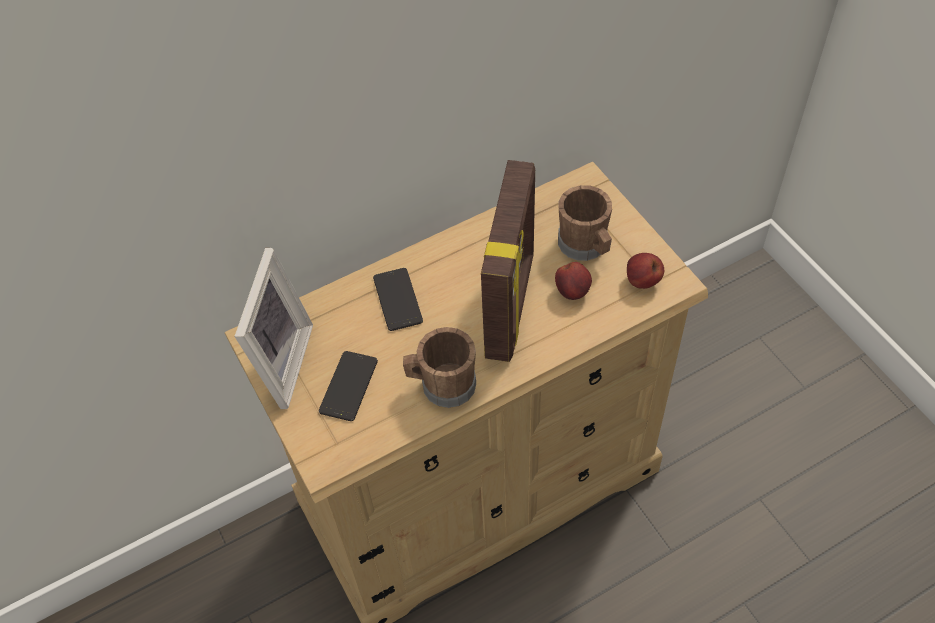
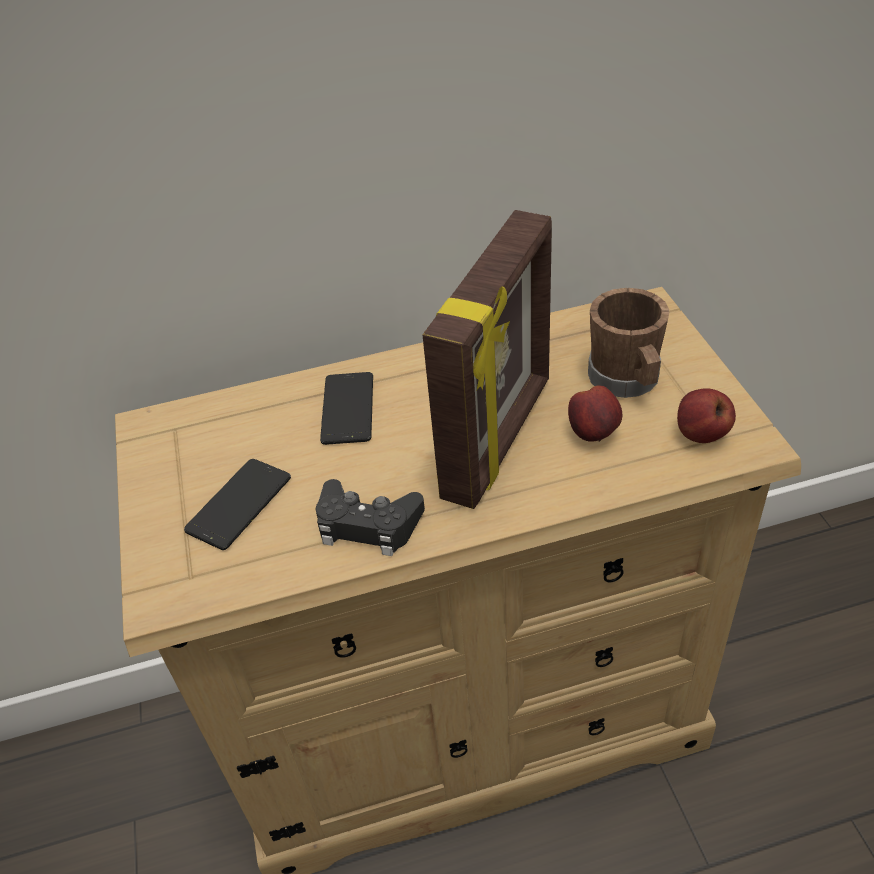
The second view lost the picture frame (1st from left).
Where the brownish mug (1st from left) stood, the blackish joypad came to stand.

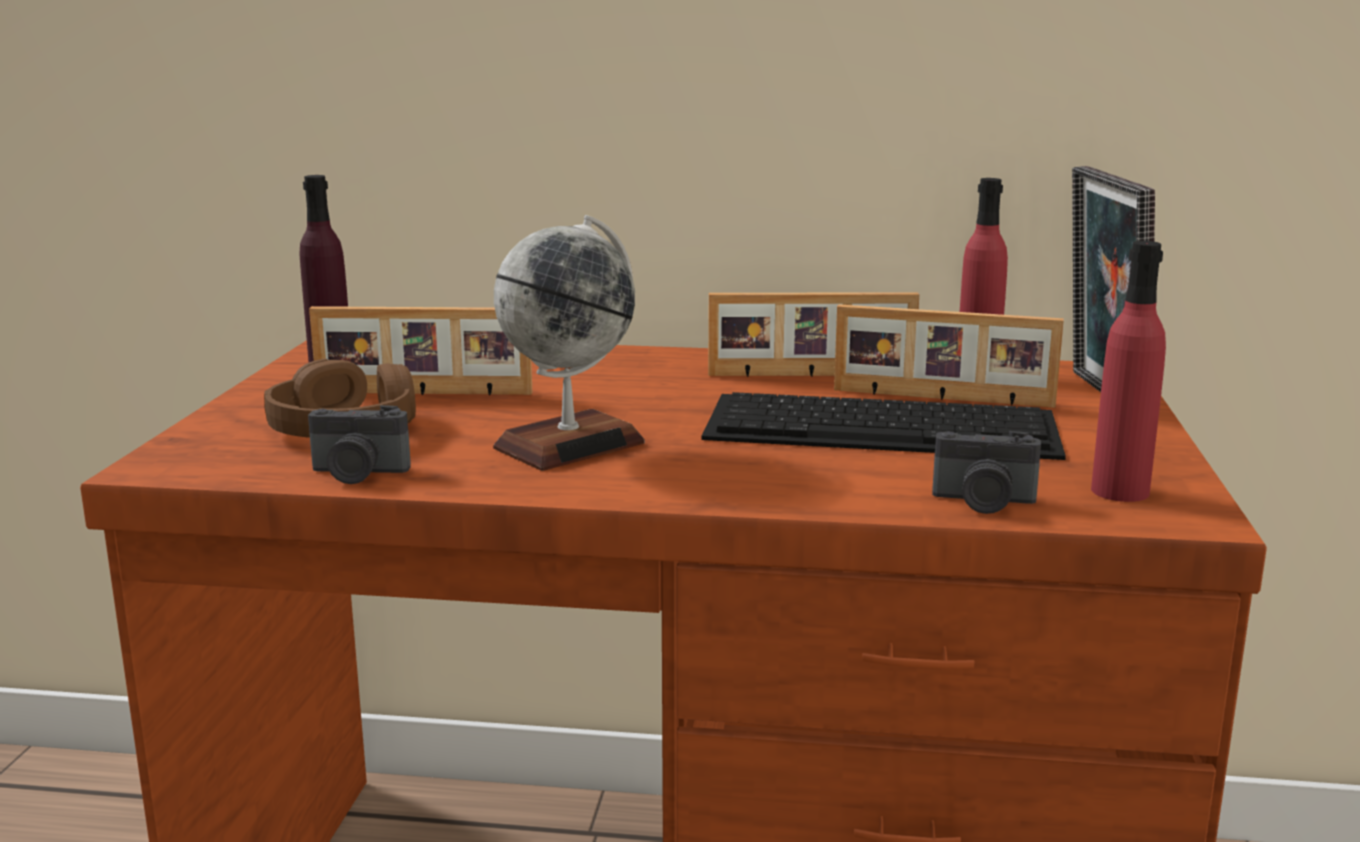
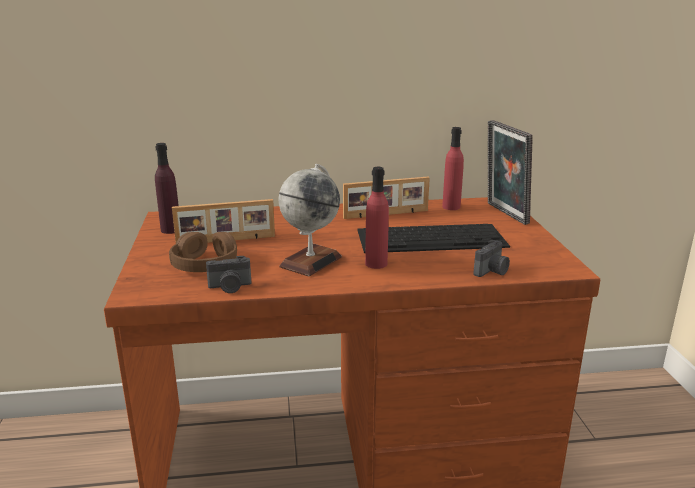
The reddish drink bottle (2nd from left in the first image) ended up elsewhere.
The second view lost the picture frame (3rd from left).
The still camera (2nd from left) ended up facing another way, 45 degrees counterclockwise from before.

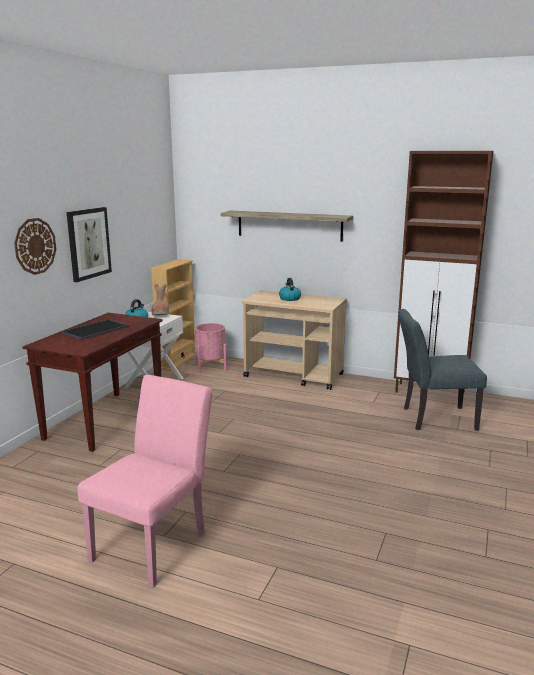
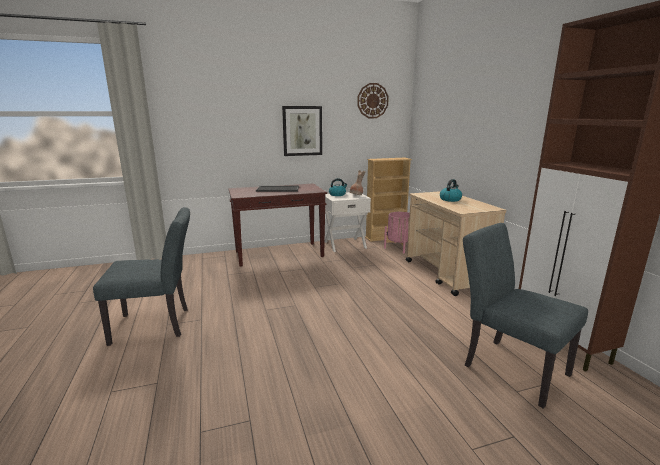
The second view lost the shelf.
The clock on the wall ended up elsewhere.
What was the pinkish chair turned into the grey chair (1st from left).

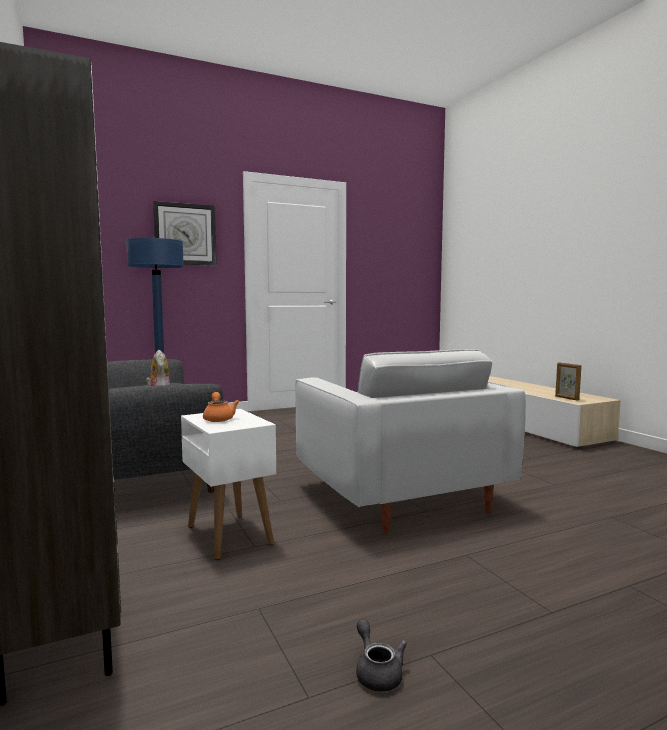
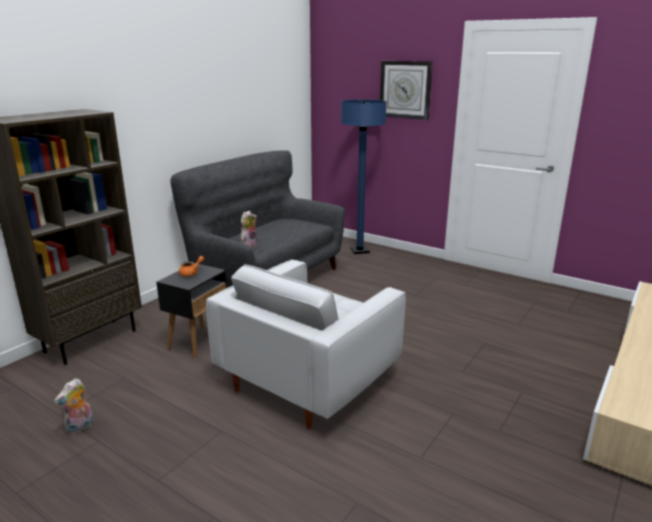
The second view lost the picture frame.
What was the white-coloured accent table turned into the blackish accent table.
Where the grey tea pot stood, the plush toy (1st from left) came to stand.

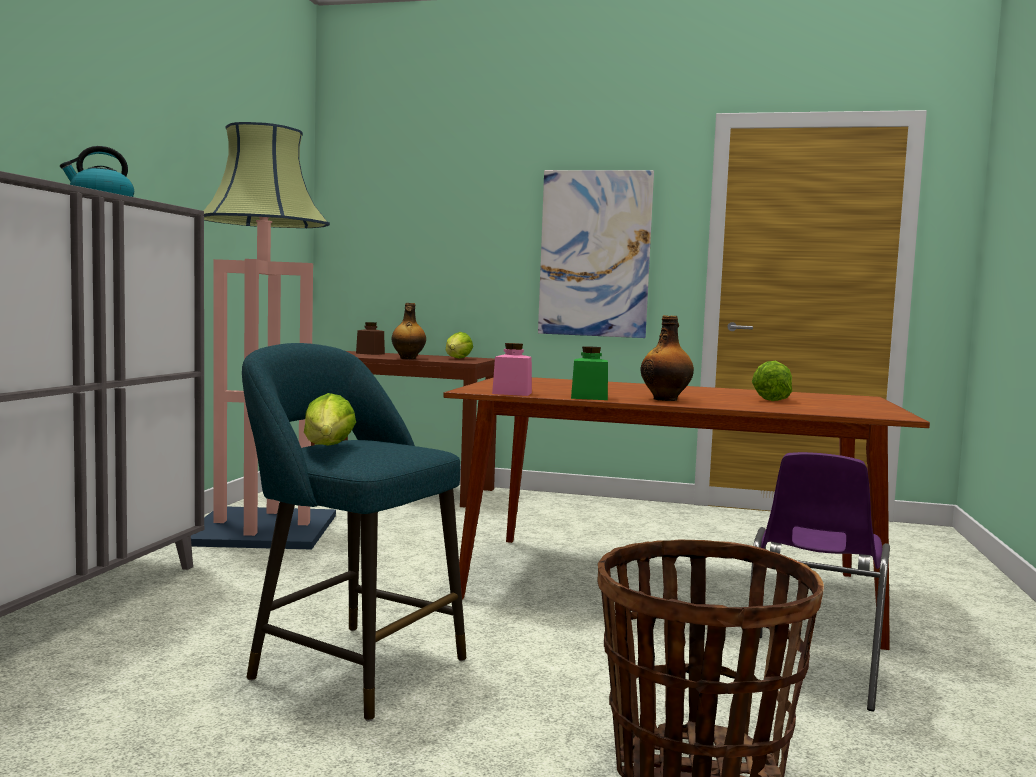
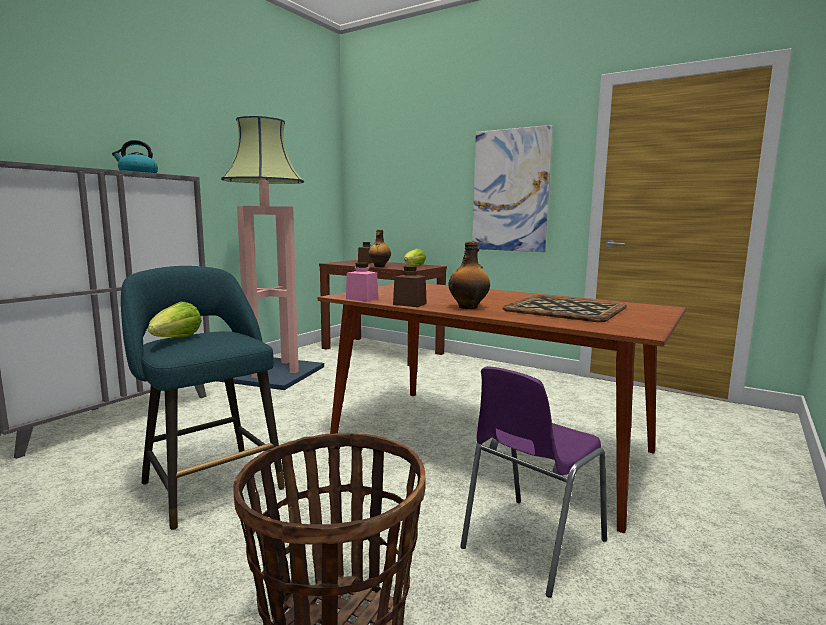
What was the green-coloured preserve jar turned into the brownish preserve jar (2nd from left).
Where the lettuce head (3rd from left) stood, the serving tray came to stand.

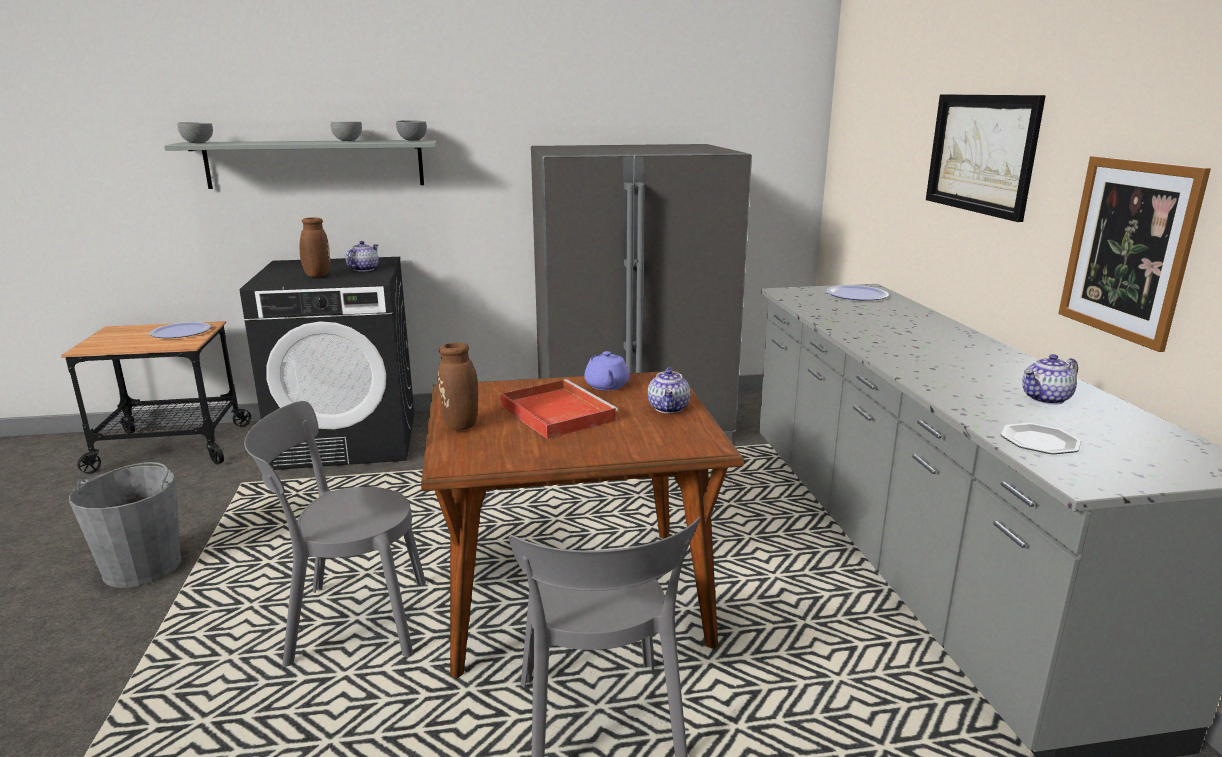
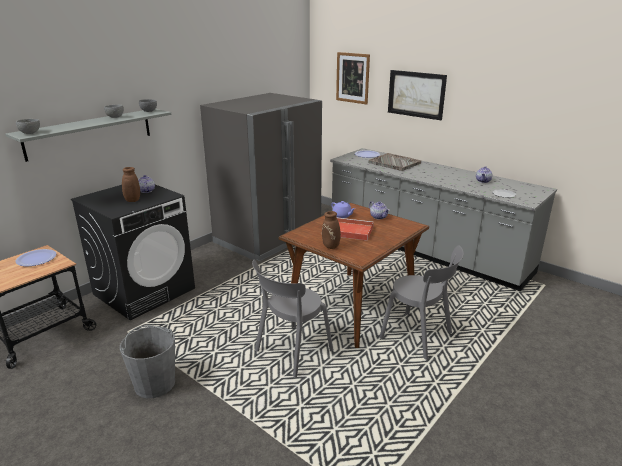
The wall picture (2nd from left in the first image) ended up elsewhere.
The second view gained the grey serving tray.

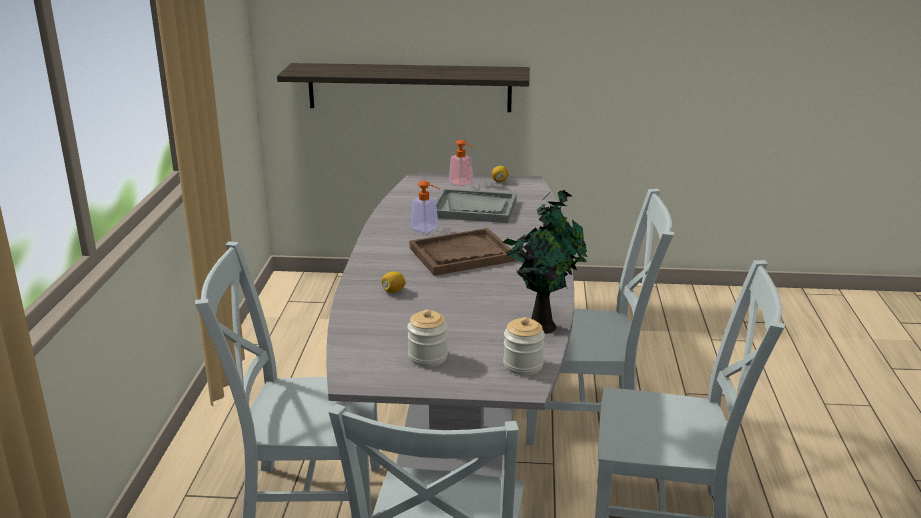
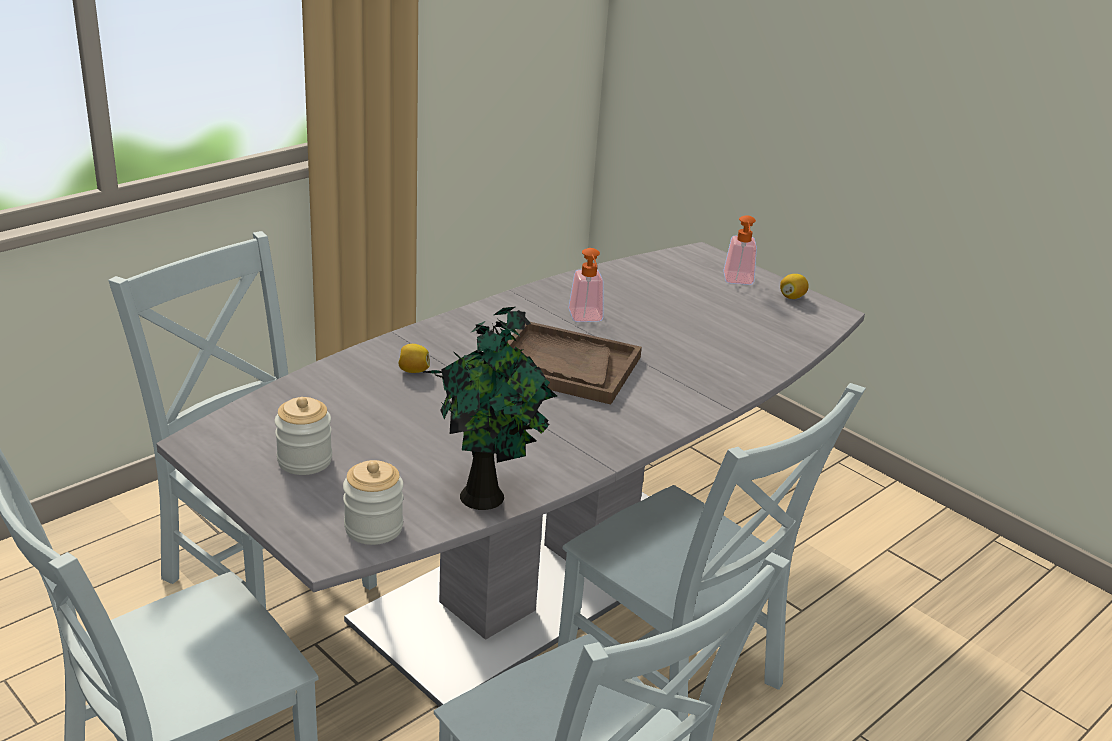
The second view lost the shelf.
The second view lost the grey serving tray.

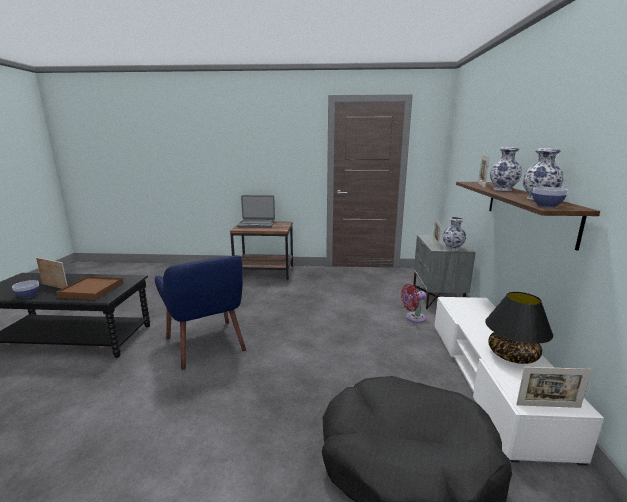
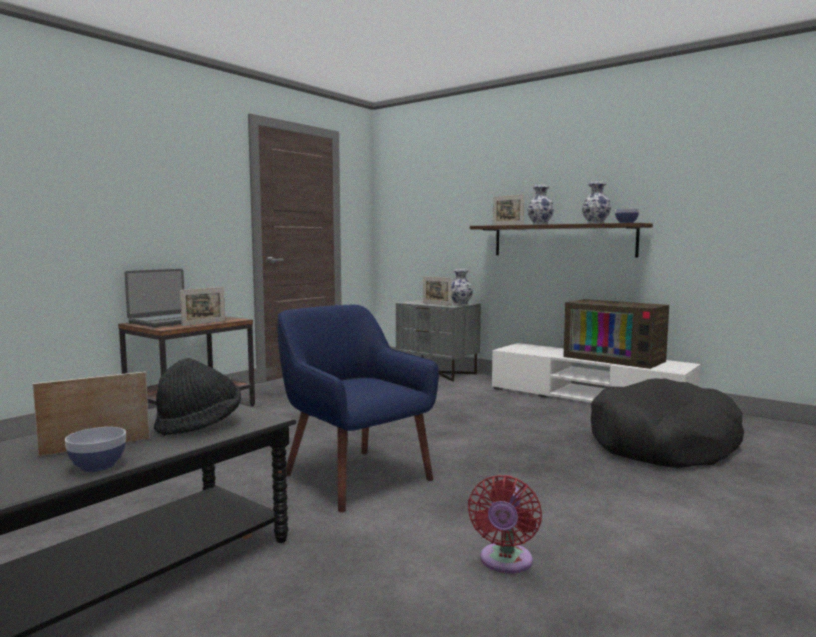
The bluish easy chair ended up facing another way, 135 degrees counterclockwise from before.
Where the brownish serving tray stood, the blackish wearable hat came to stand.
The reddish fan ended up elsewhere.
Where the blackish table lamp stood, the TV came to stand.
The picture frame (4th from left in the first image) ended up elsewhere.

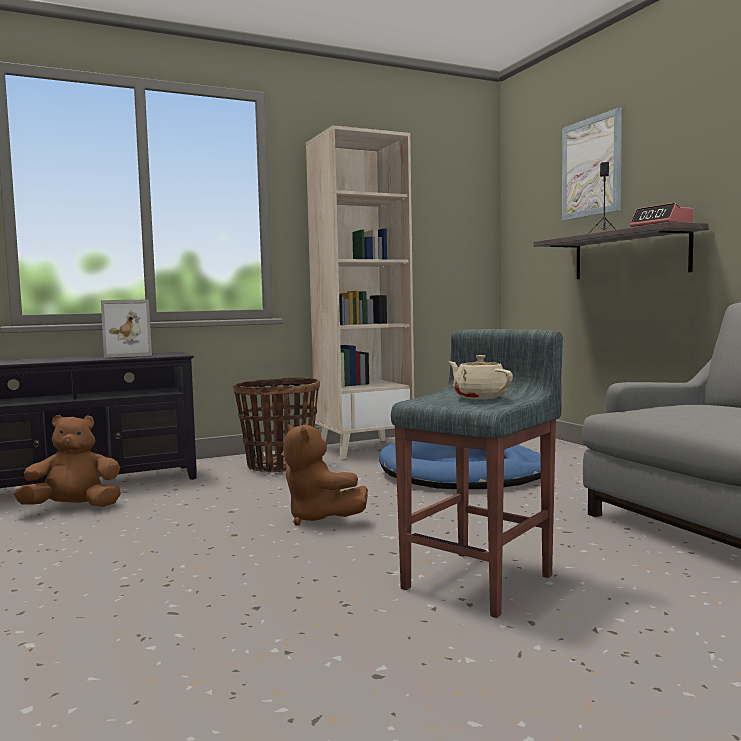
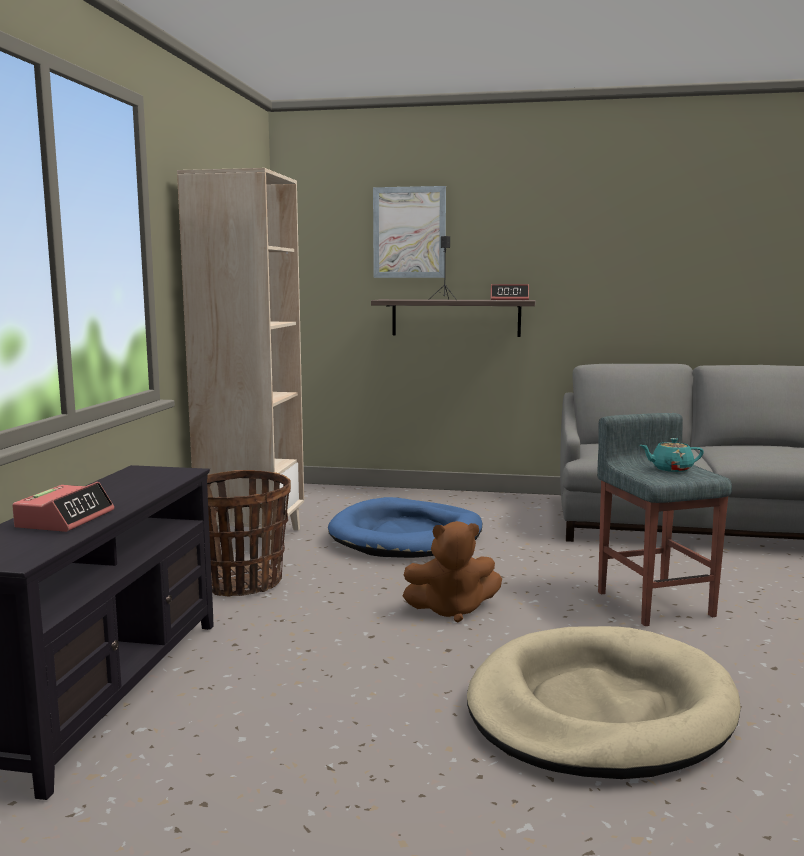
The second view lost the picture frame.
What was the beige tea pot turned into the blue-green tea pot.
The second view lost the brownish plush toy (1st from left).
The second view gained the table clock (1st from left).
The second view gained the beige dog cushion.

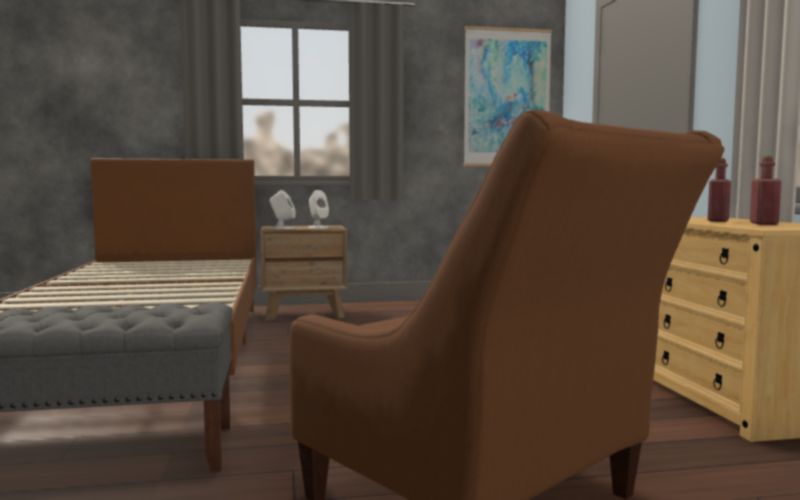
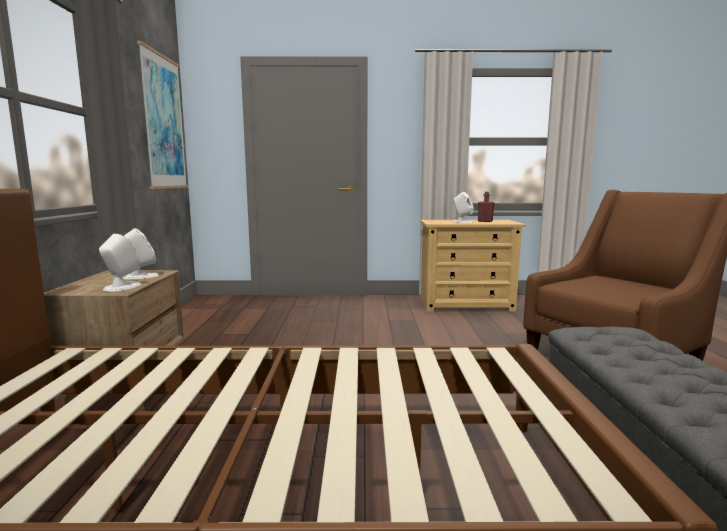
Where the reddish drink bottle (1st from left) stood, the white-coloured audio speaker (3rd from left) came to stand.

